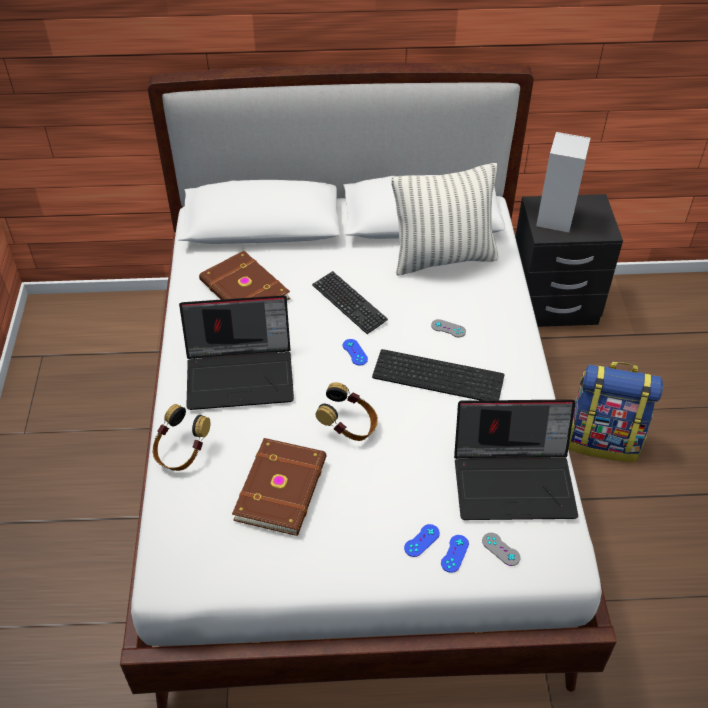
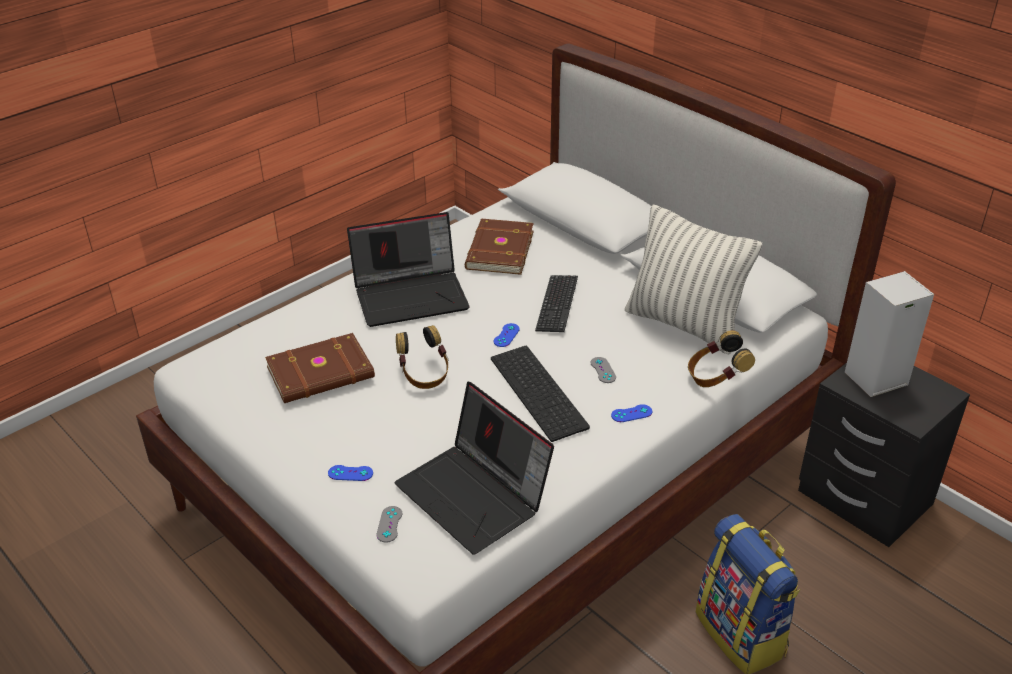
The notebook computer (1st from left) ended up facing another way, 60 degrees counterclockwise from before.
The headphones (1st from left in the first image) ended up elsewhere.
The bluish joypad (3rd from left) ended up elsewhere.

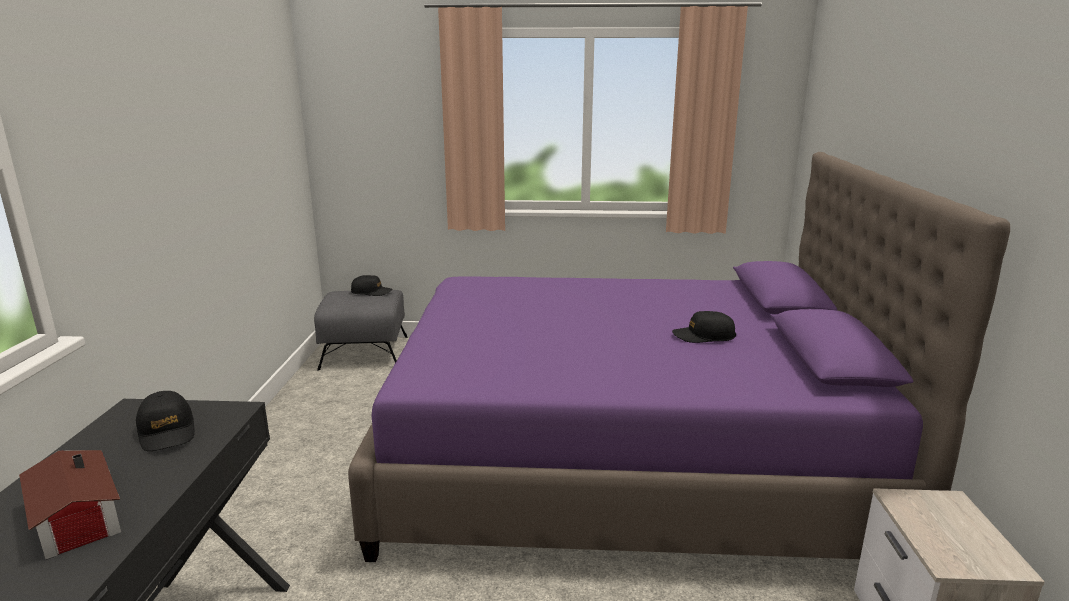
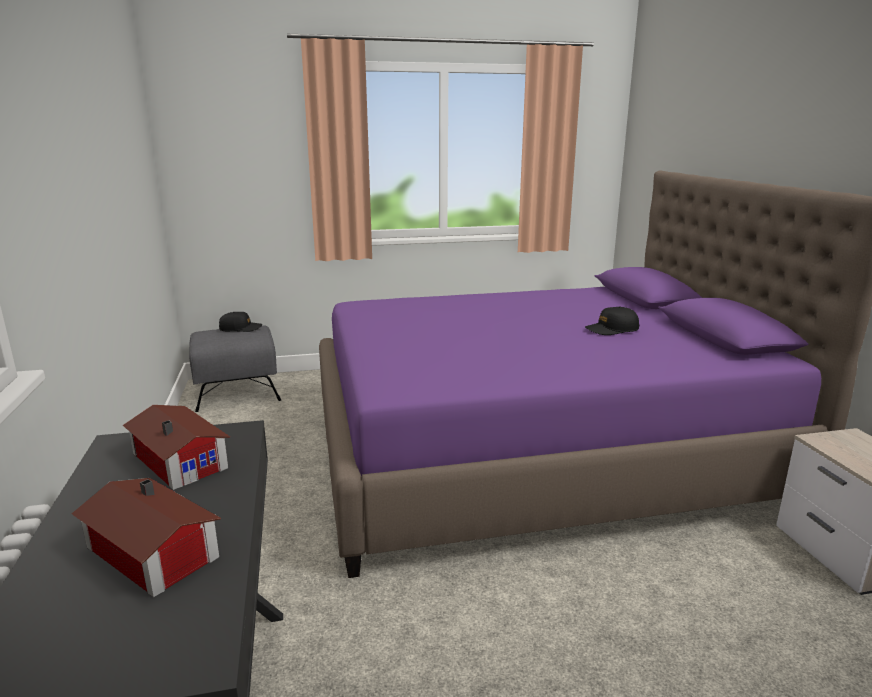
Where the blackish baseball cap (1st from left) stood, the toy house (2nd from left) came to stand.

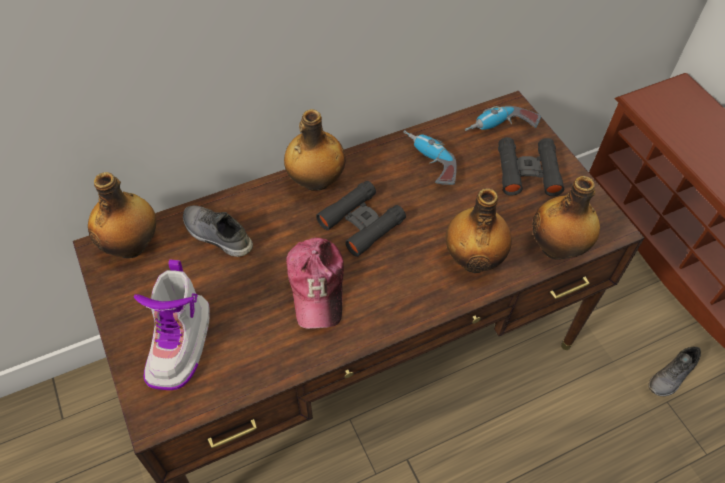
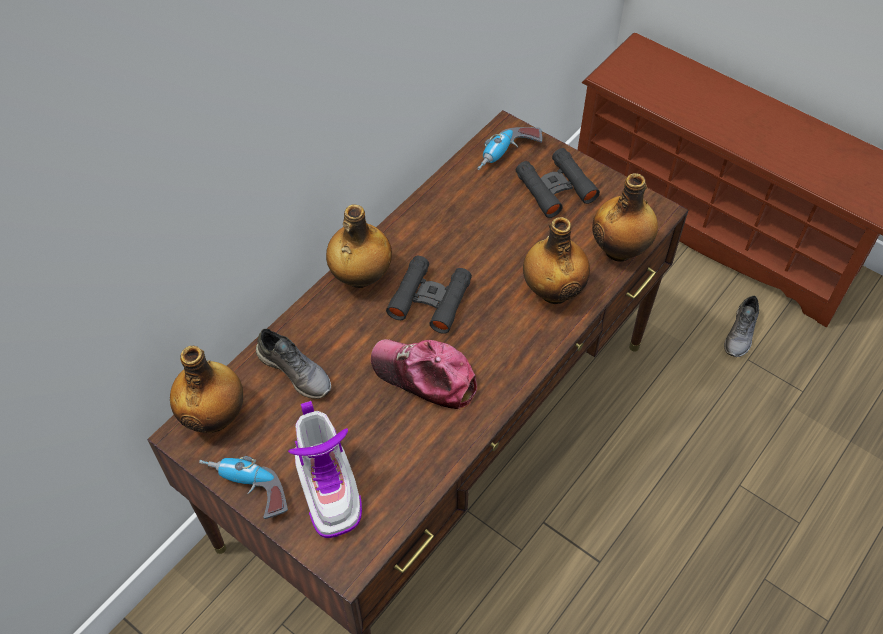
The electric drill (1st from left) ended up elsewhere.
The grey shoe (1st from left) ended up facing another way, 150 degrees counterclockwise from before.
The baseball cap ended up facing another way, 150 degrees clockwise from before.

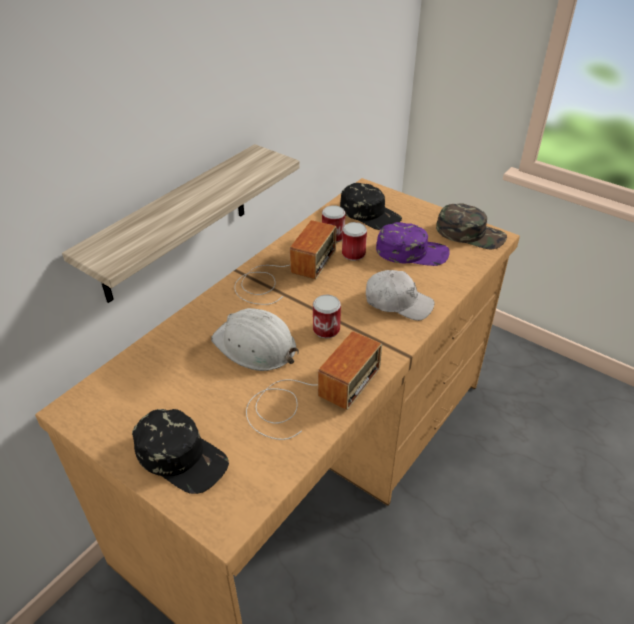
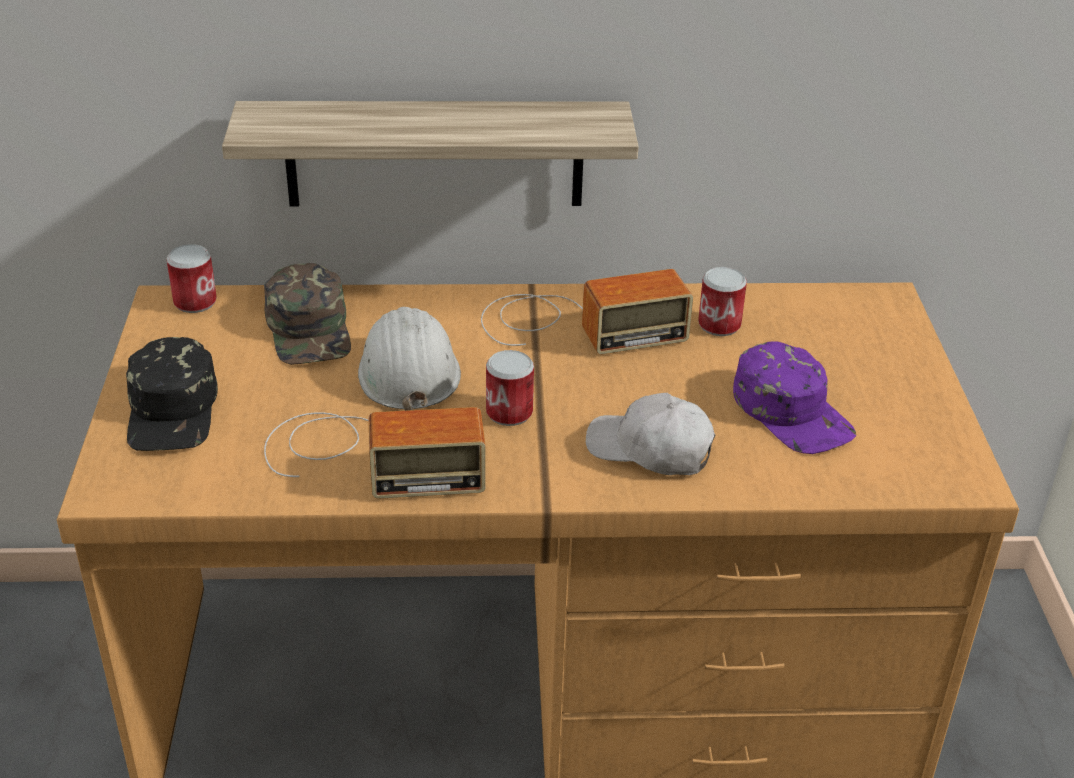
The second view lost the blackish baseball cap (2nd from left).
The green-coloured baseball cap ended up elsewhere.
The metal can (3rd from left in the first image) ended up elsewhere.
The white-coloured baseball cap ended up facing another way, 135 degrees clockwise from before.

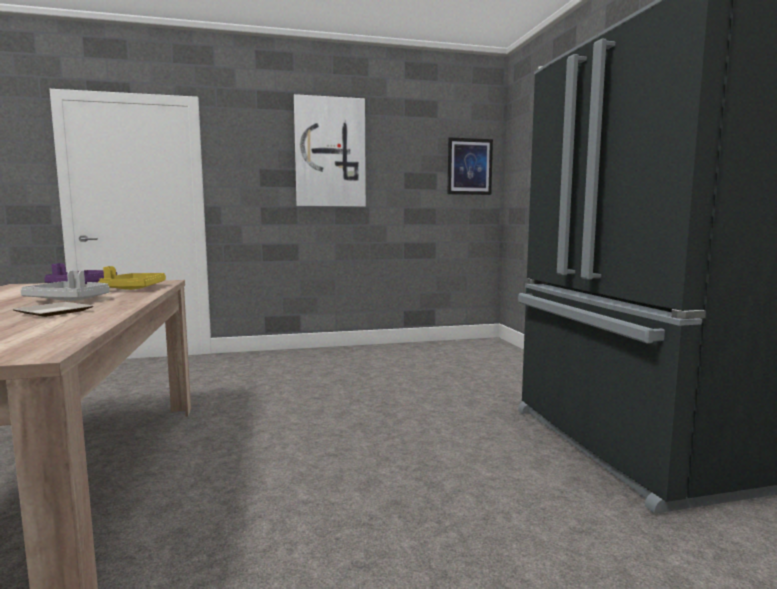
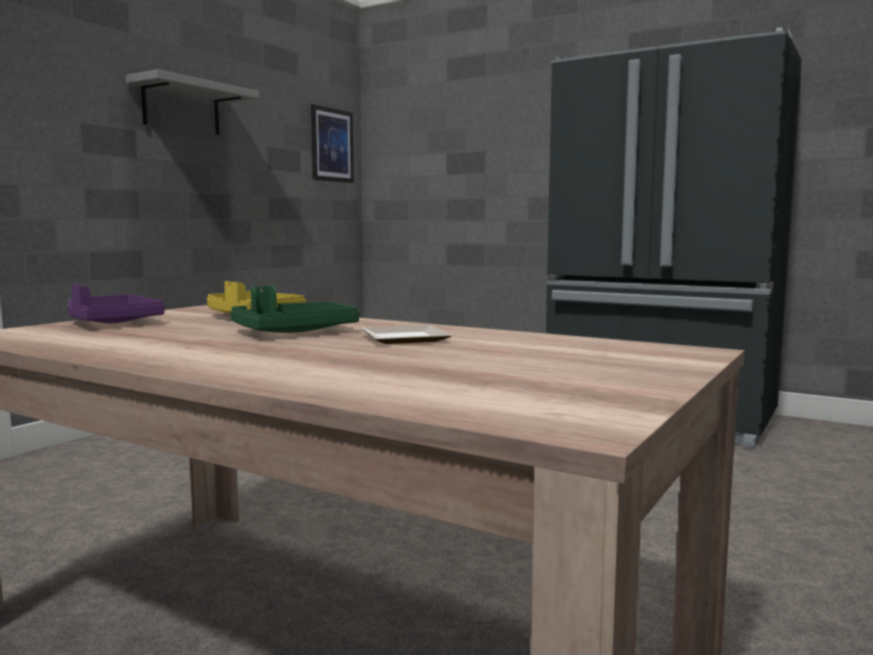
Where the wall picture (1st from left) hung, the grey shelf came to hang.
What was the grey serving tray turned into the green-coloured serving tray.

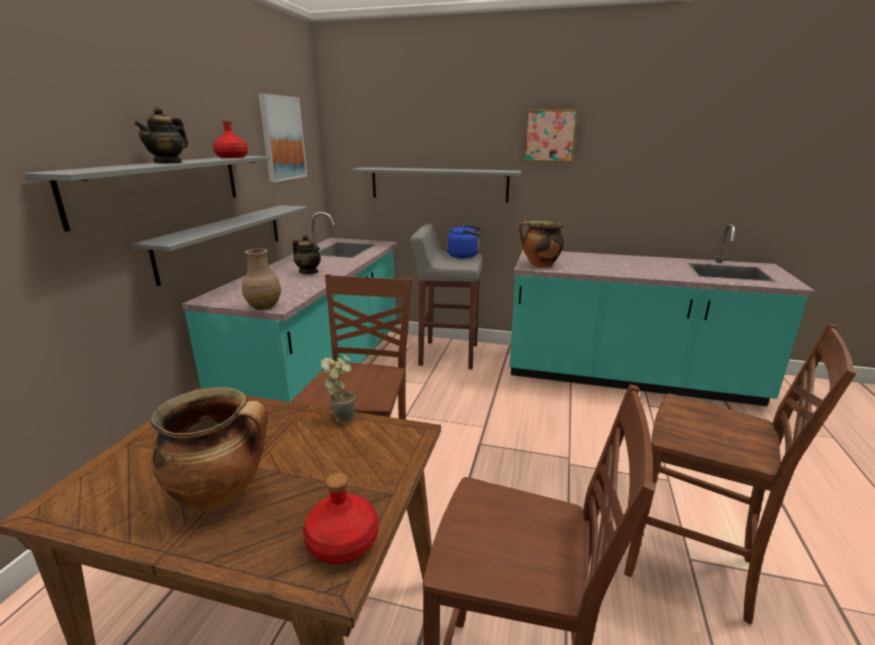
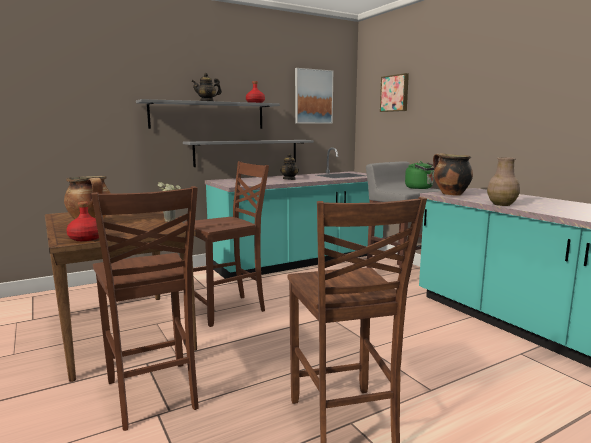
The wall picture (2nd from left) ended up elsewhere.
The second view lost the grey shelf (3rd from left).
What was the bluish water kettle turned into the green-coloured water kettle.
The brownish flower vase ended up elsewhere.

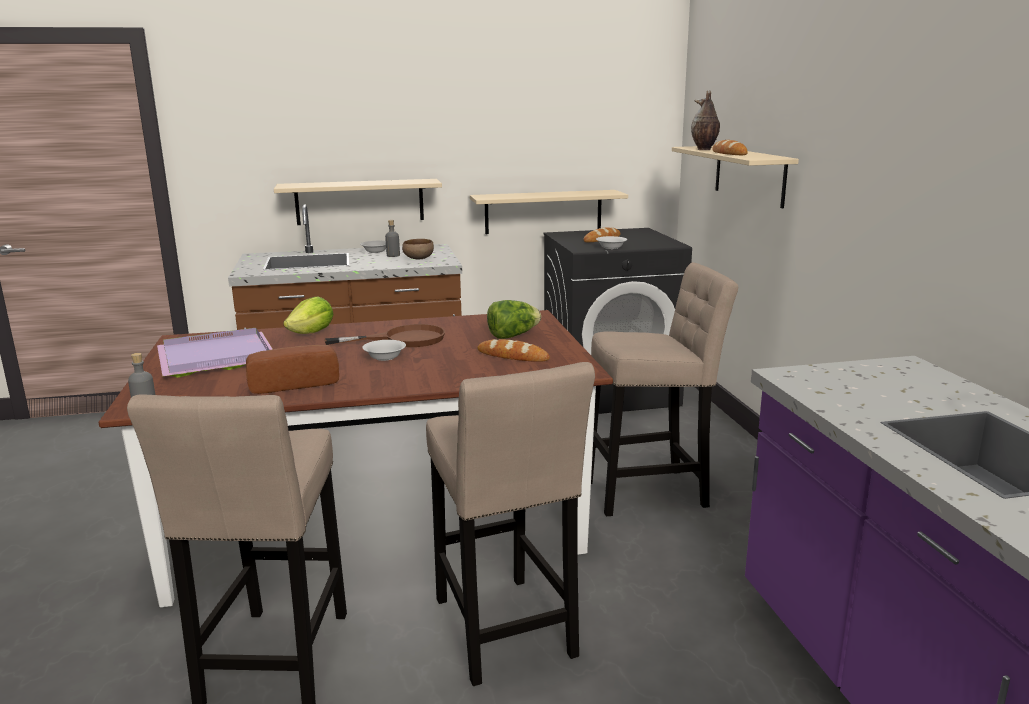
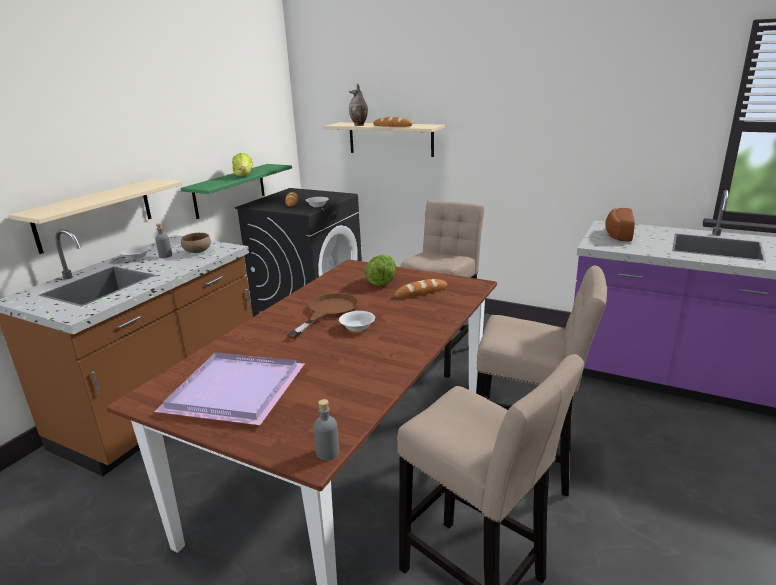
What was the beige shelf (2nd from left) turned into the green-coloured shelf.
The lettuce head (1st from left) ended up elsewhere.
The baked bread (1st from left in the first image) ended up elsewhere.

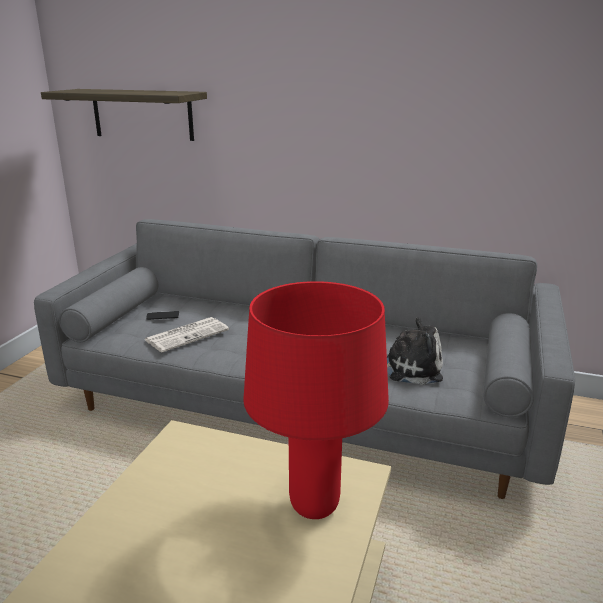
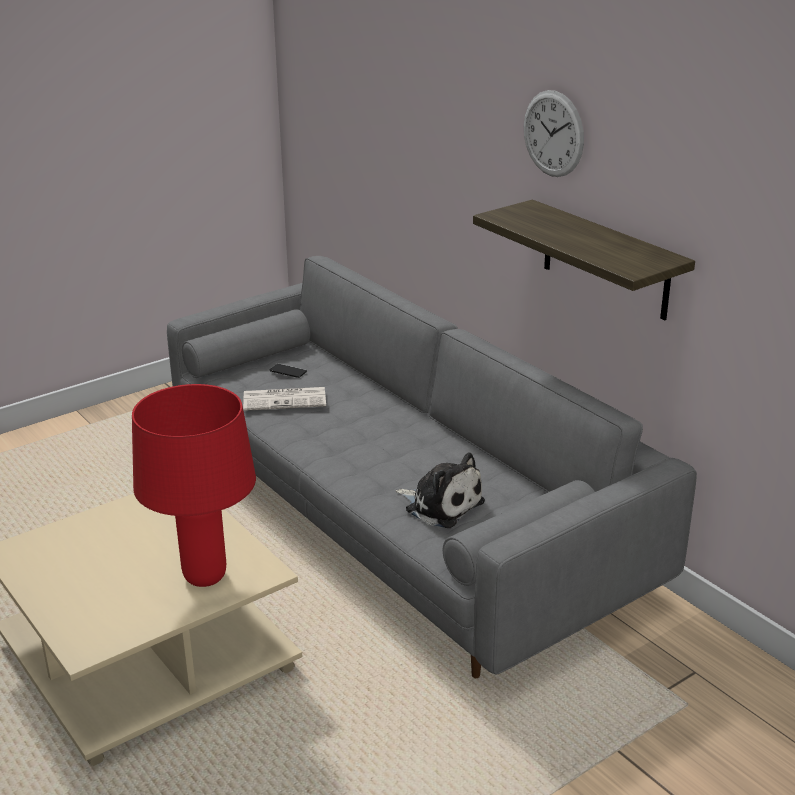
The shelf ended up elsewhere.
The second view gained the clock on the wall.

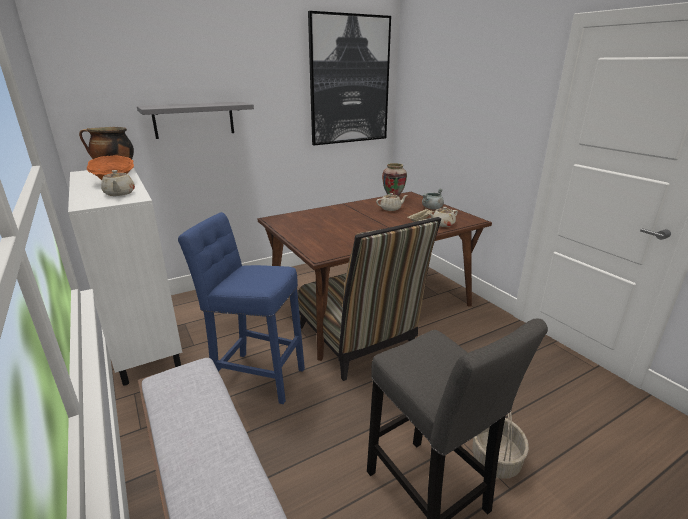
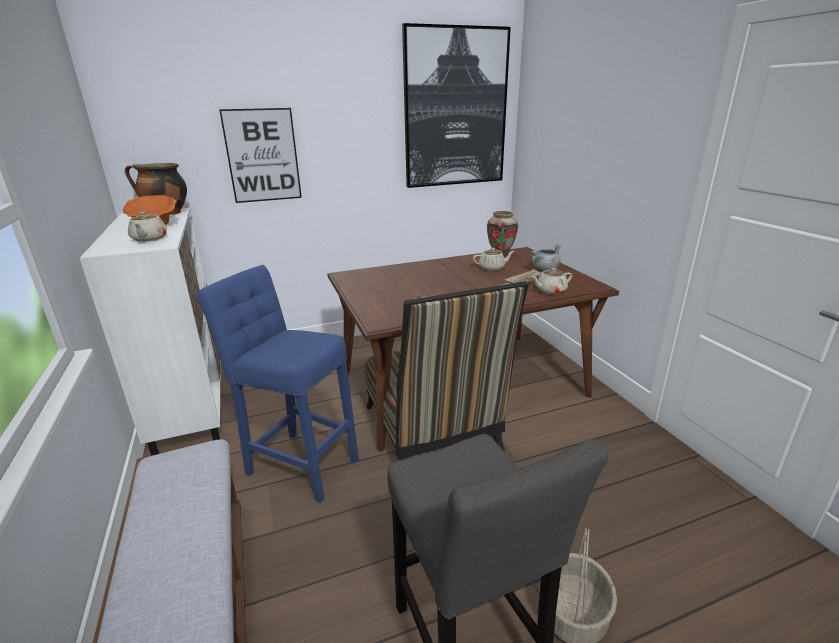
Where the grey shelf hung, the wall picture (1st from left) came to hang.

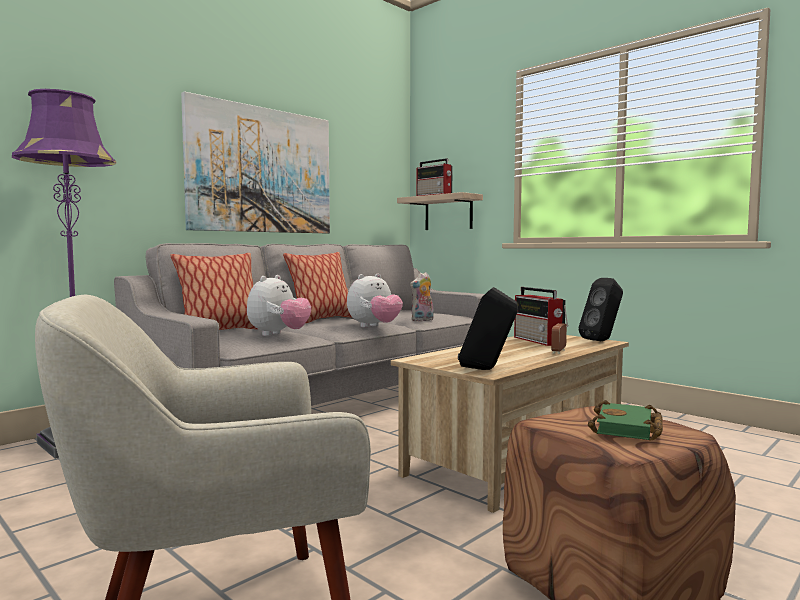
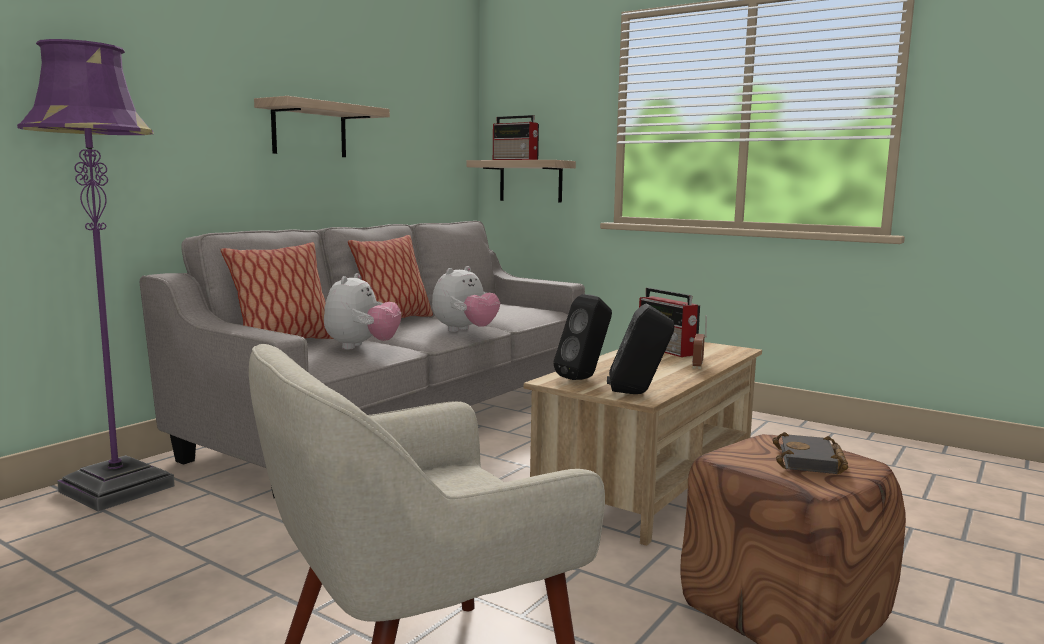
Where the wall picture hung, the shelf (1st from left) came to hang.
The second view lost the plush toy (3rd from left).
The blackish audio speaker (2nd from left in the first image) ended up elsewhere.
What was the green-coloured bound book turned into the blackish bound book.

